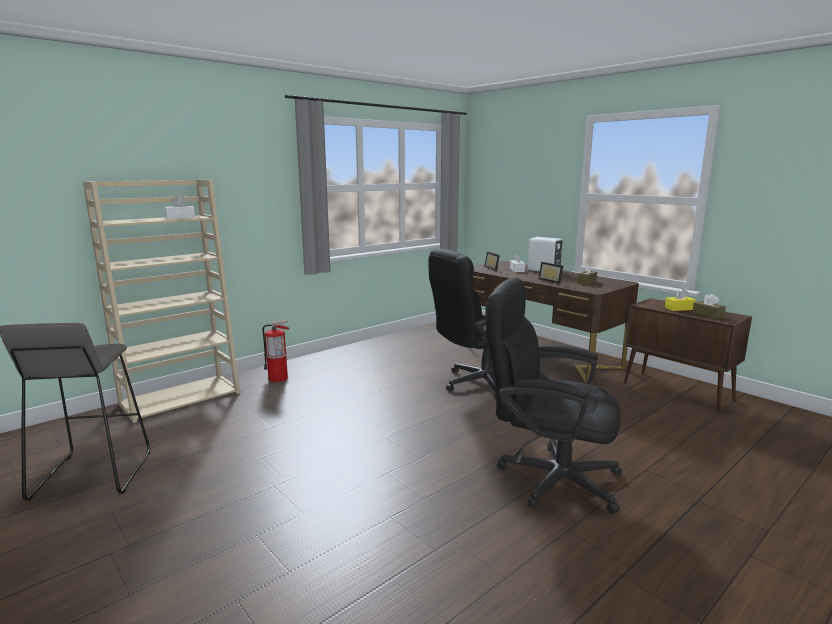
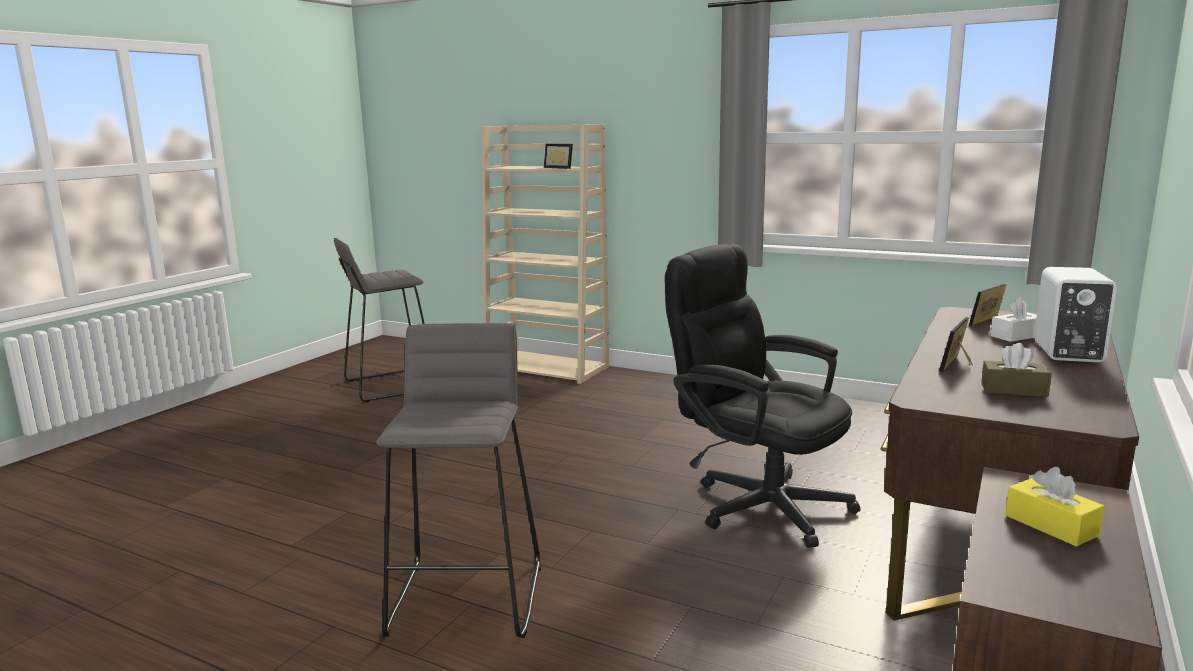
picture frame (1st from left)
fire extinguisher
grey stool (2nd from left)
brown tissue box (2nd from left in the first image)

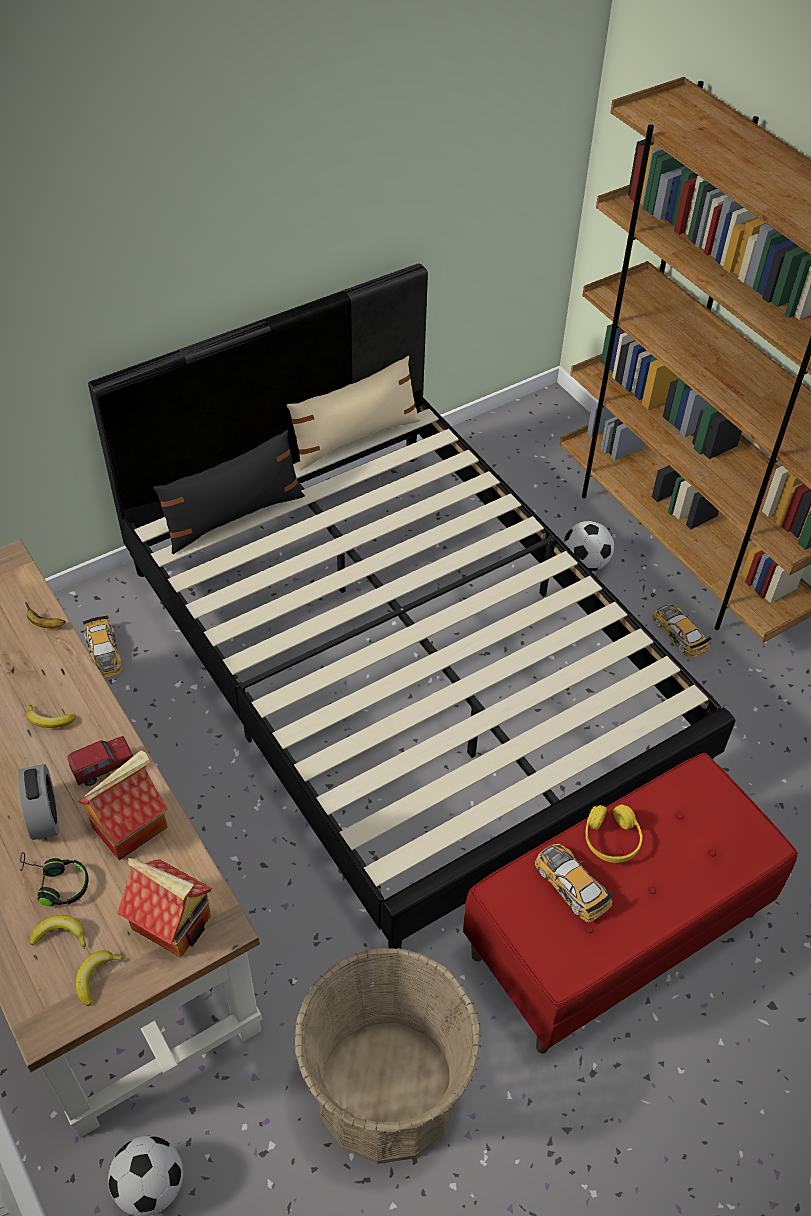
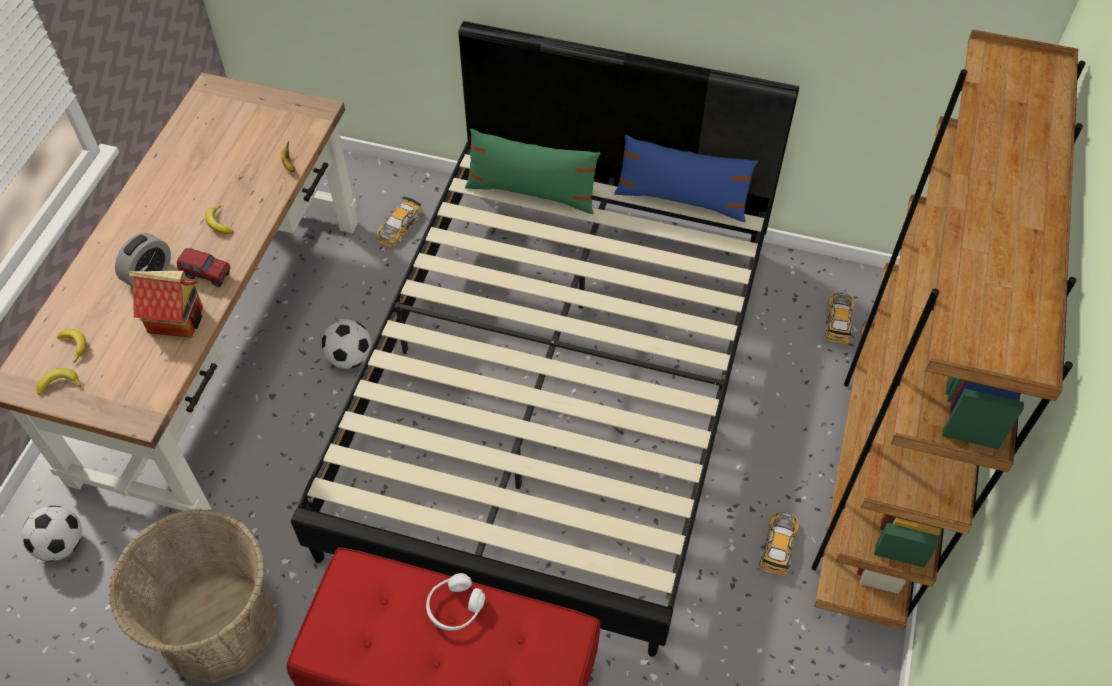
black headphones
toy house (2nd from left in the first image)
green pillow
blue pillow
toy car (3rd from left)
football (2nd from left)
white headphones

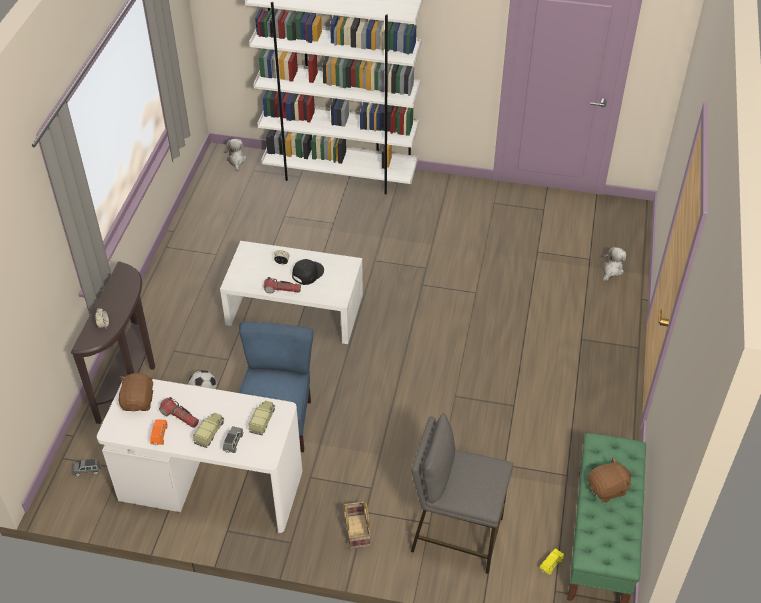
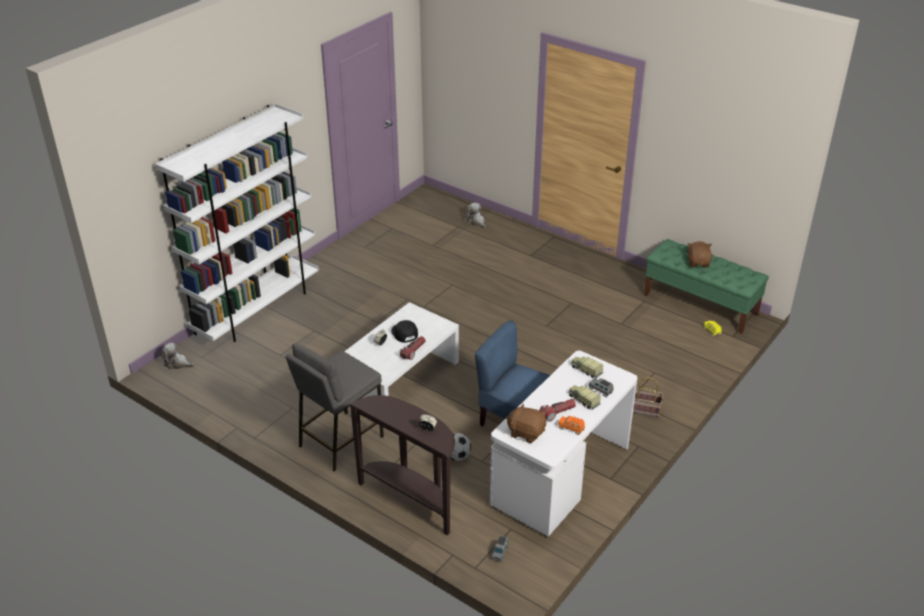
grey stool

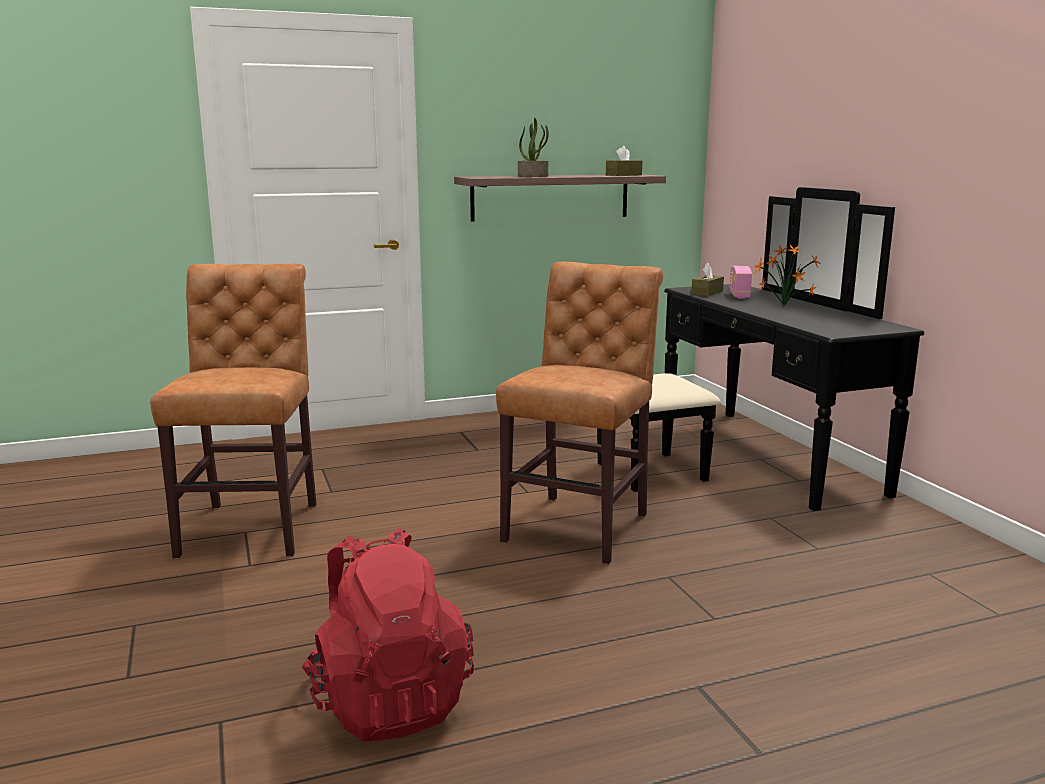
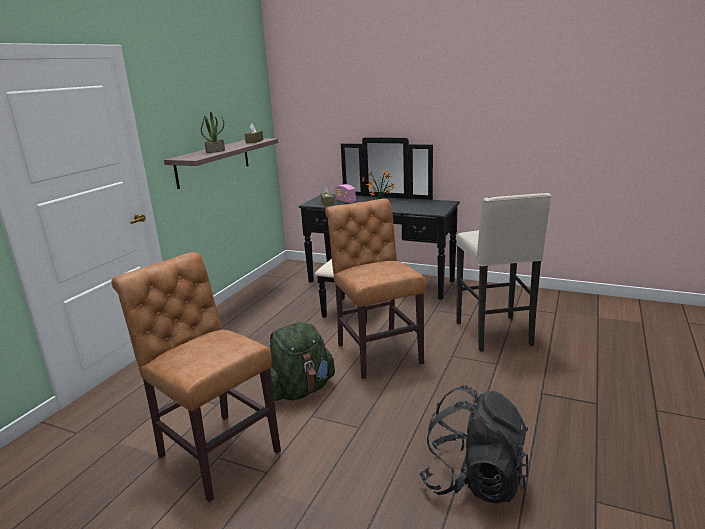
black backpack
green backpack
beige stool

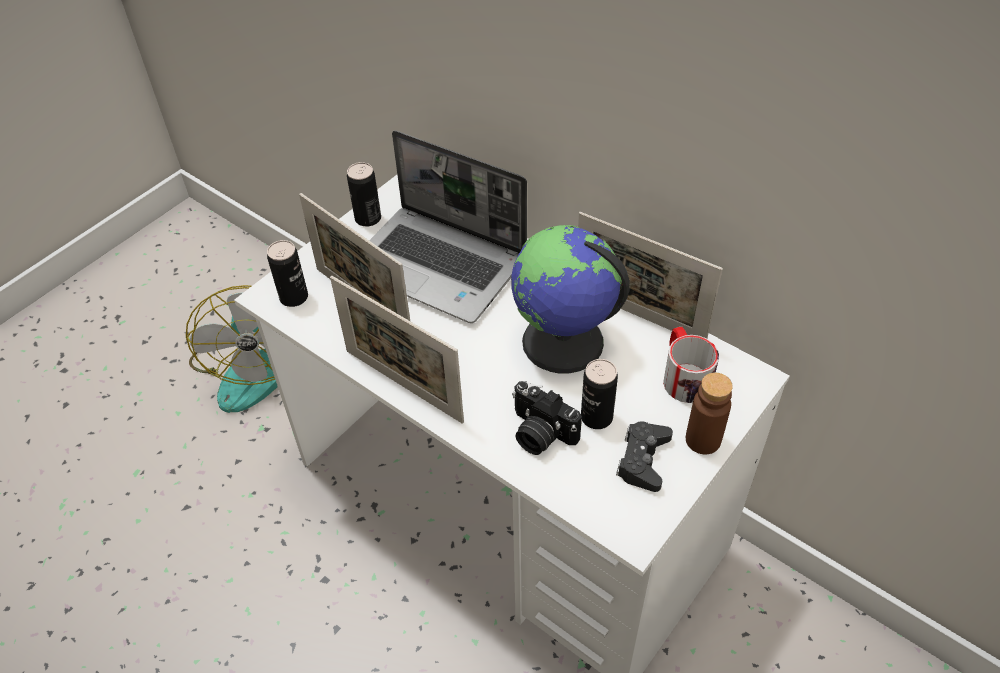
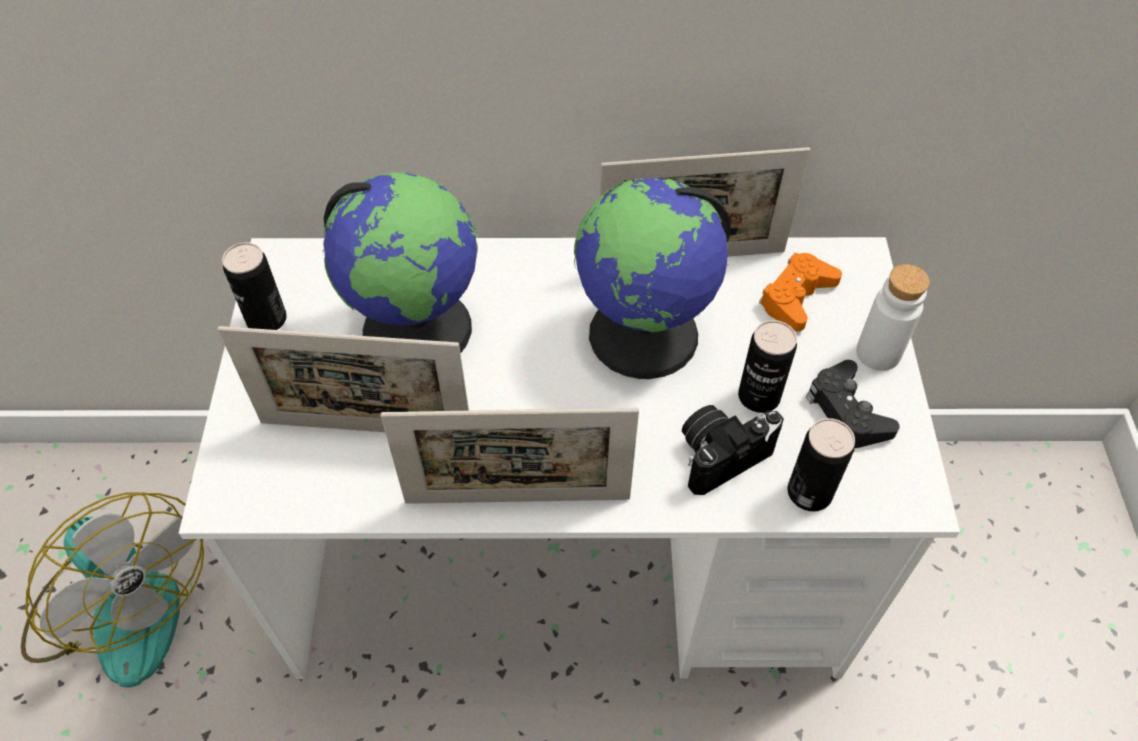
can (3rd from left)
globe (1st from left)
photo camera
orange game controller
white bottle

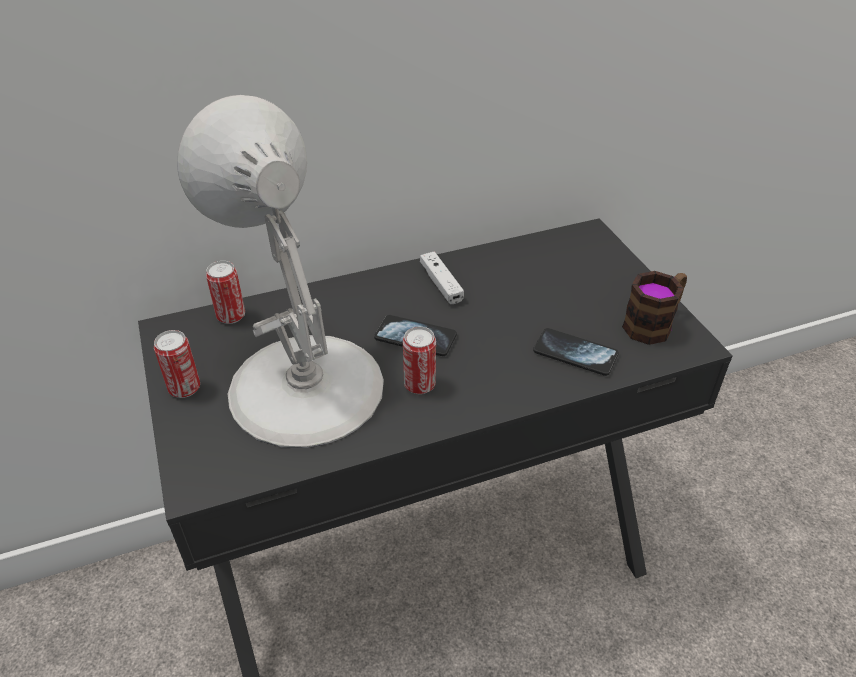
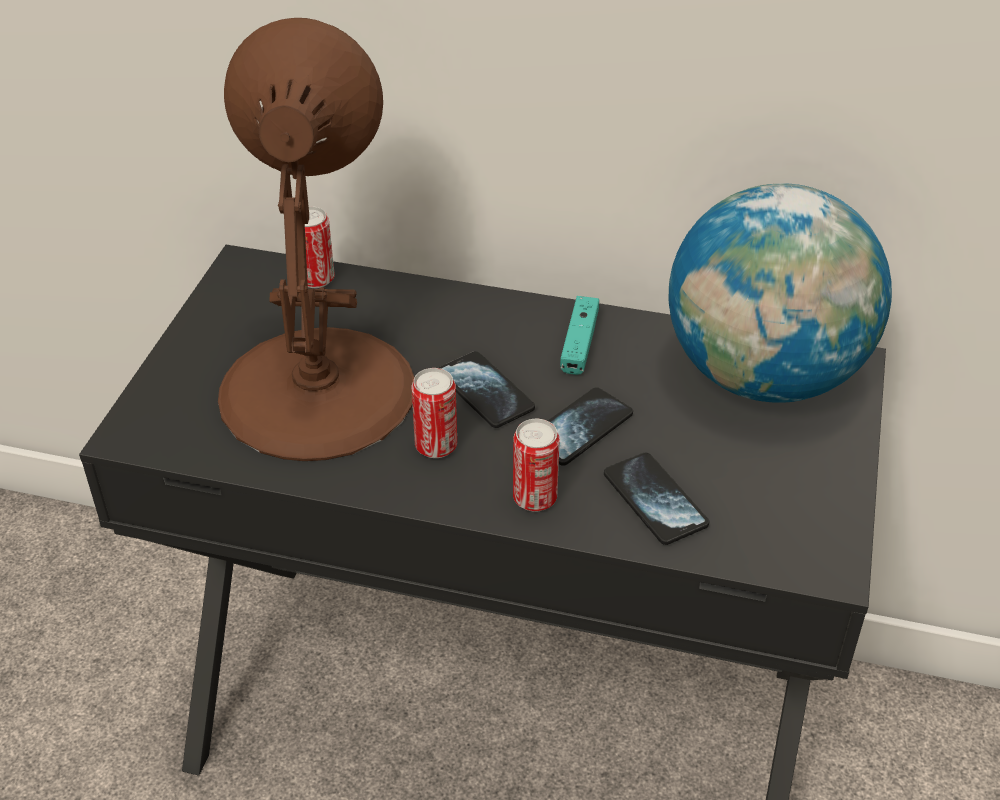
can (3rd from left)
brown table lamp
turquoise game controller
mug
phone (2nd from left)
globe

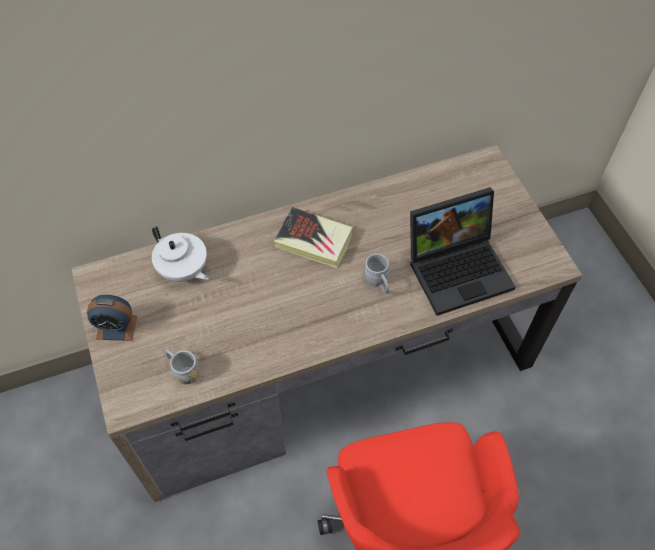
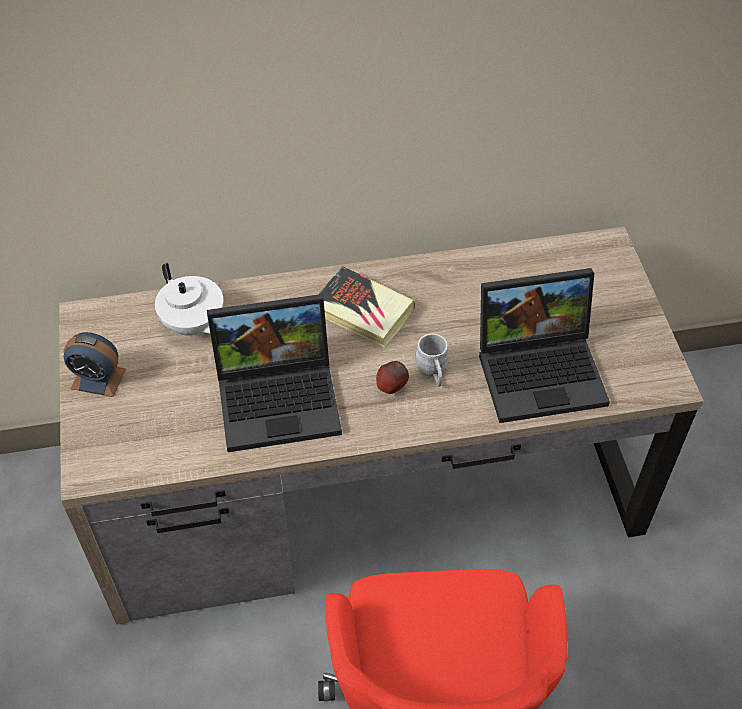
grey mug (1st from left in the first image)
laptop (1st from left)
apple

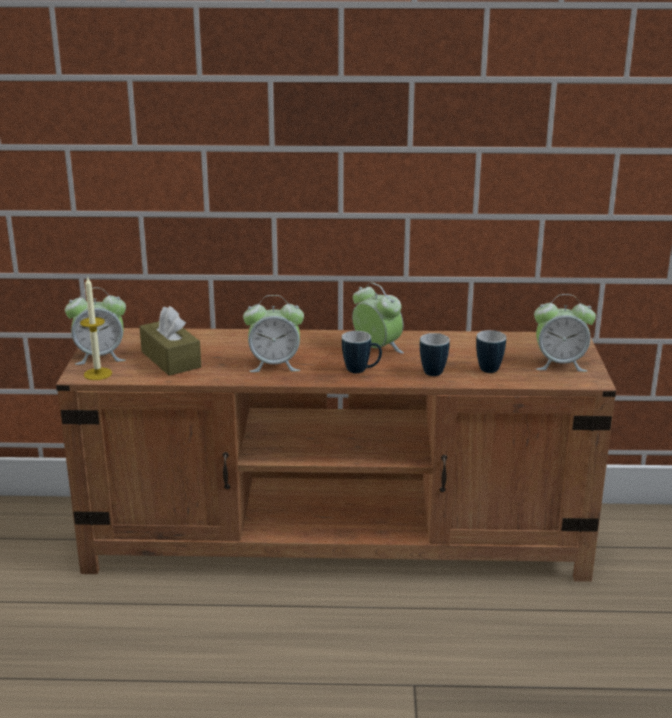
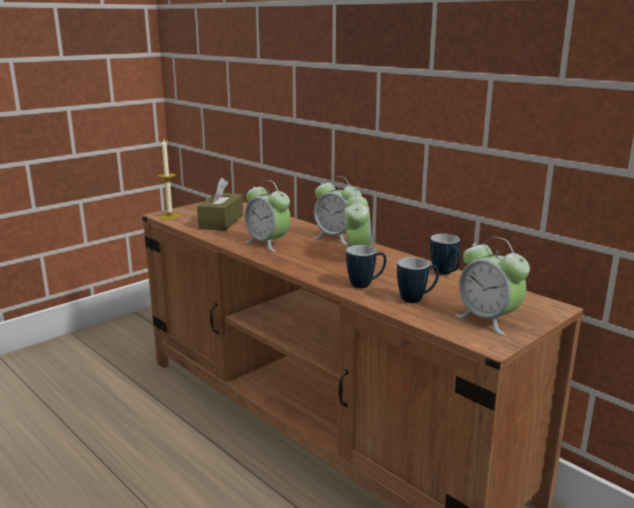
alarm clock (2nd from left)
mug (3rd from left)

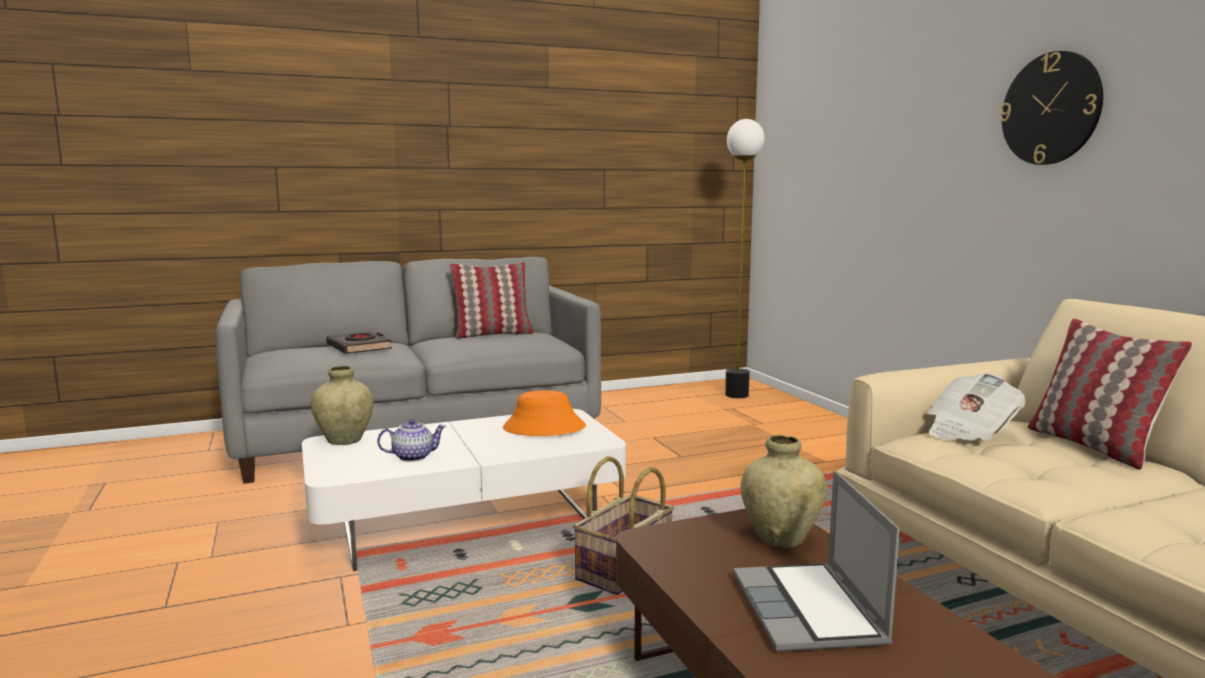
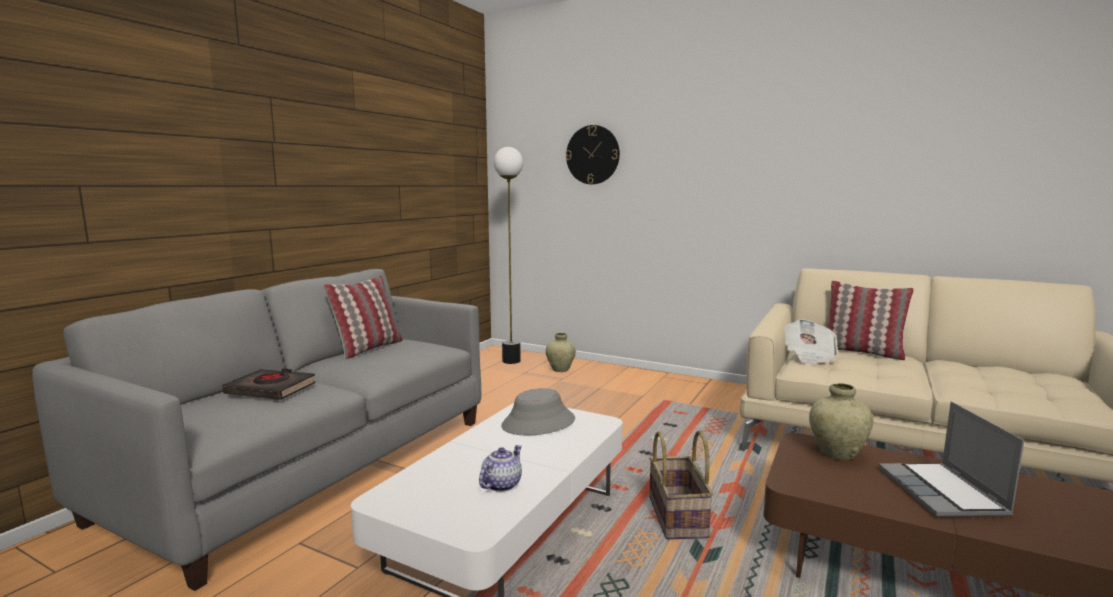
beige vase (1st from left)
grey hat
laptop
wall clock

